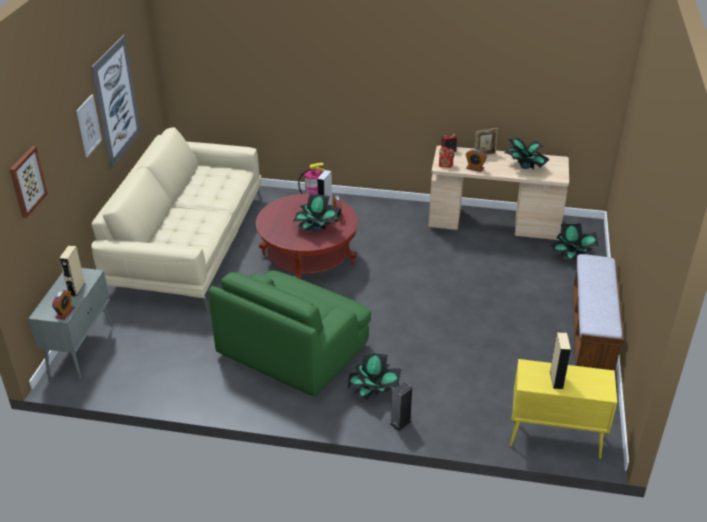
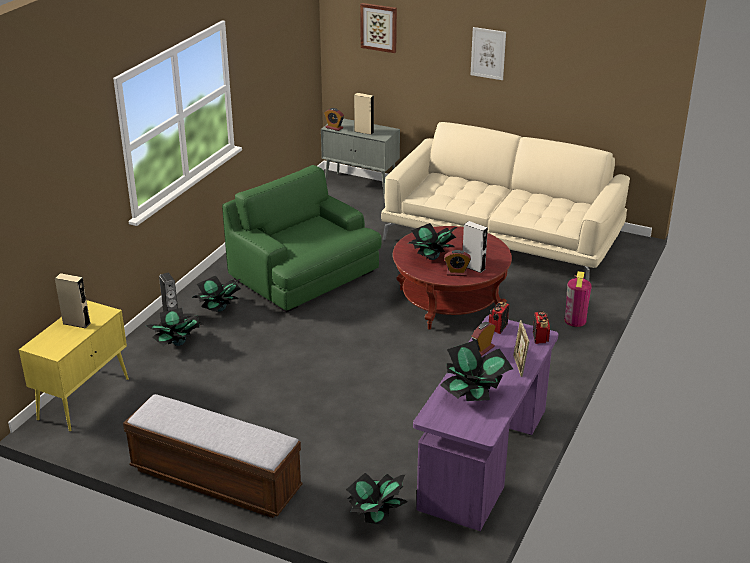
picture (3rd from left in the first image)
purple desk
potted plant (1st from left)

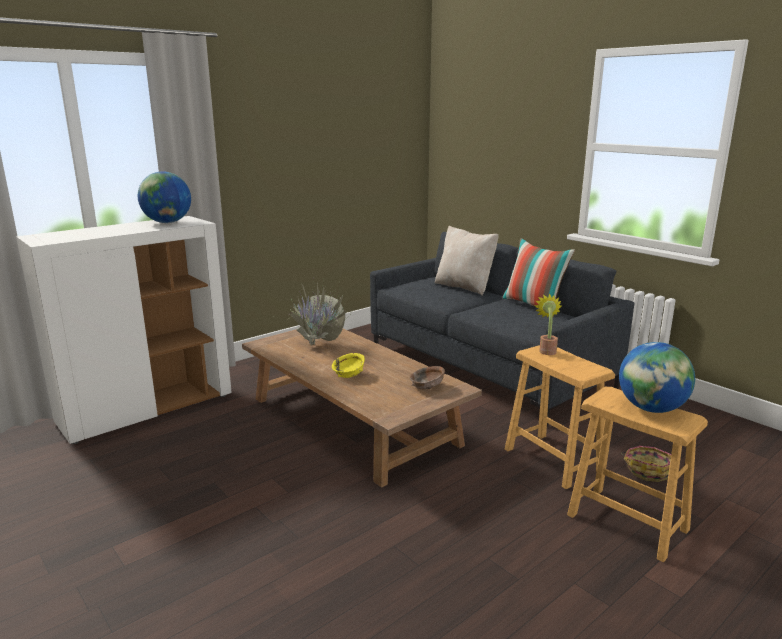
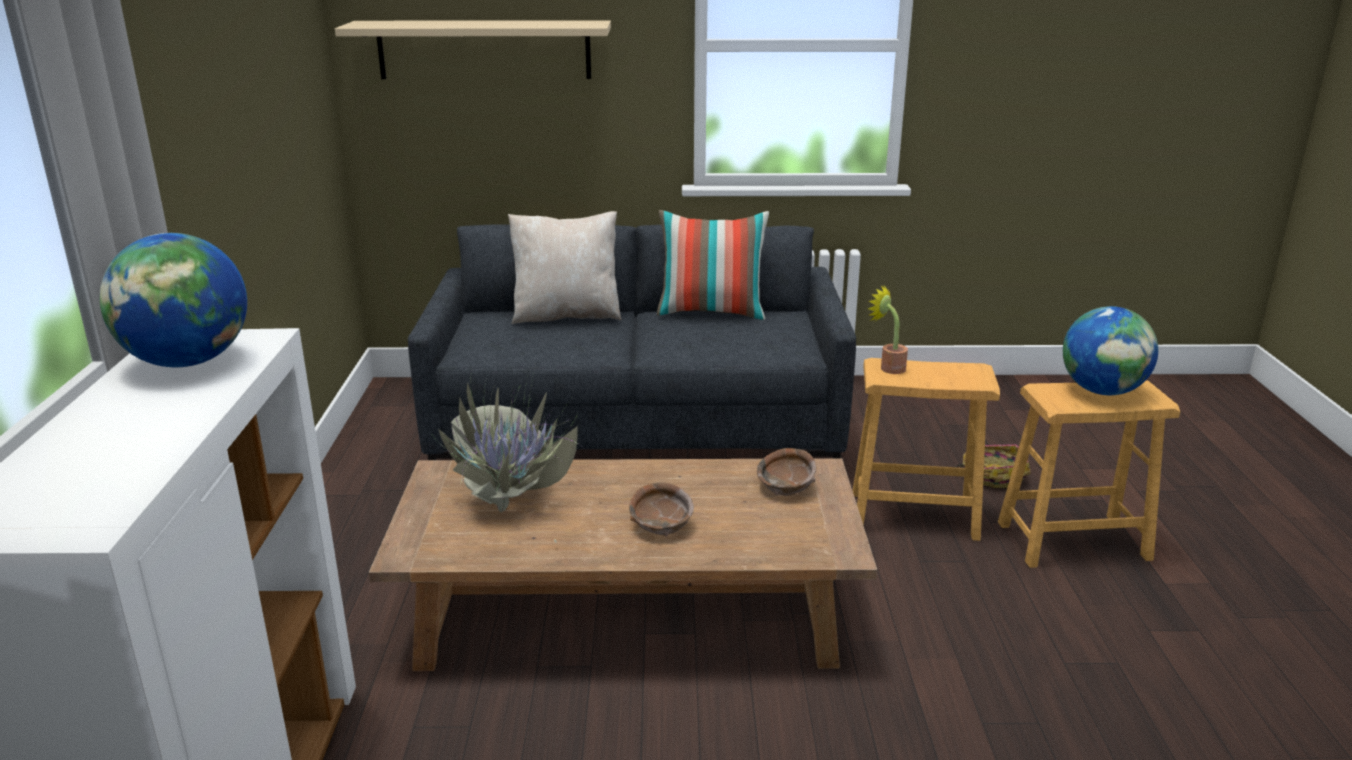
brown bowl (1st from left)
beige shelf

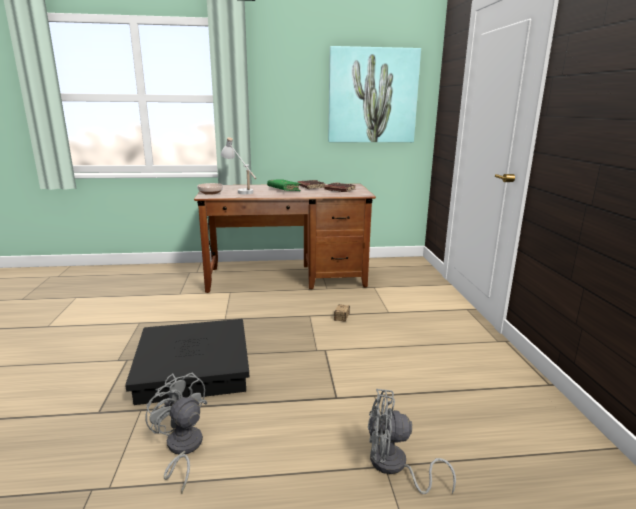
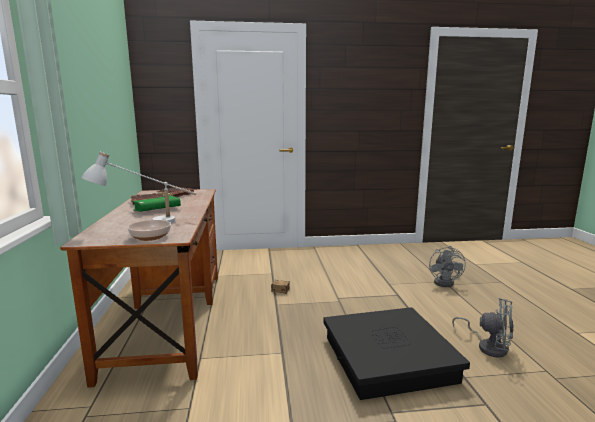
grey fan (2nd from left)
picture

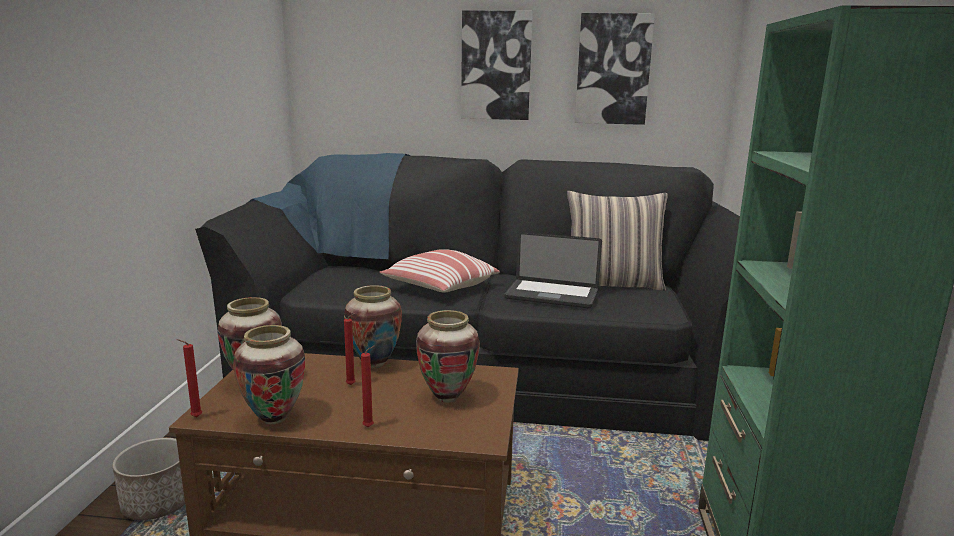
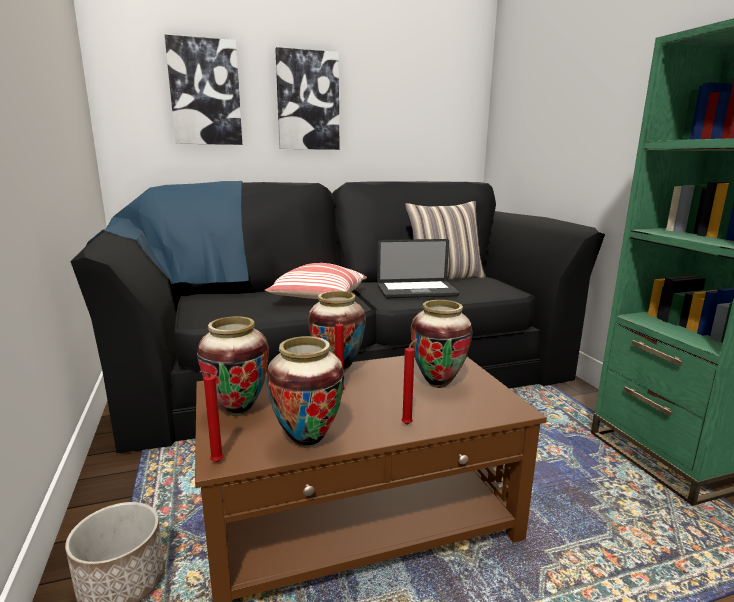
picture (1st from left)

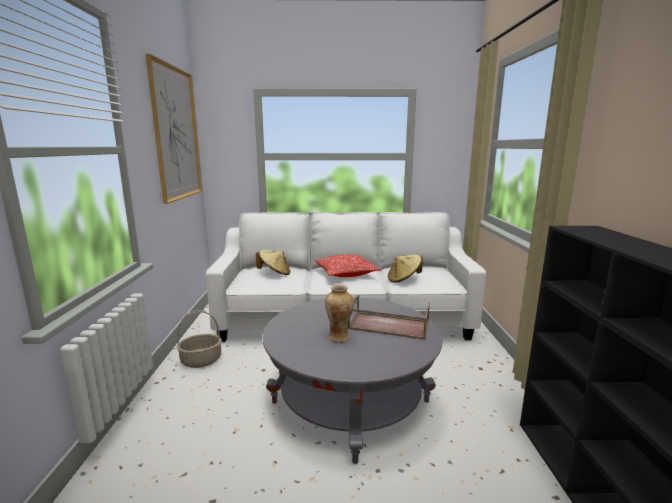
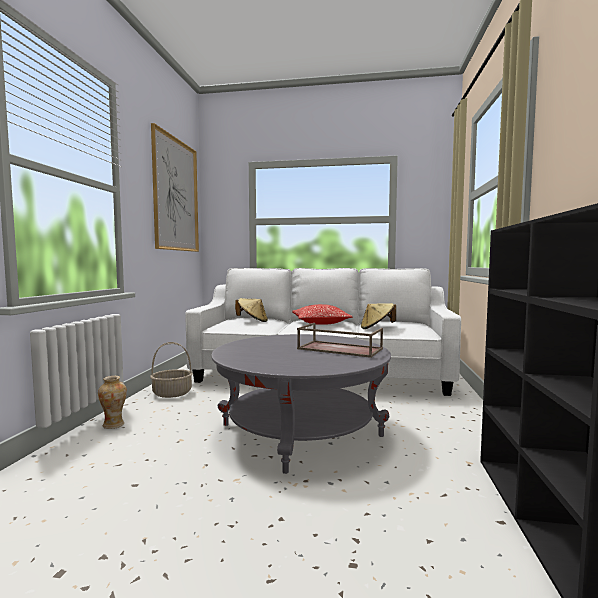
vase

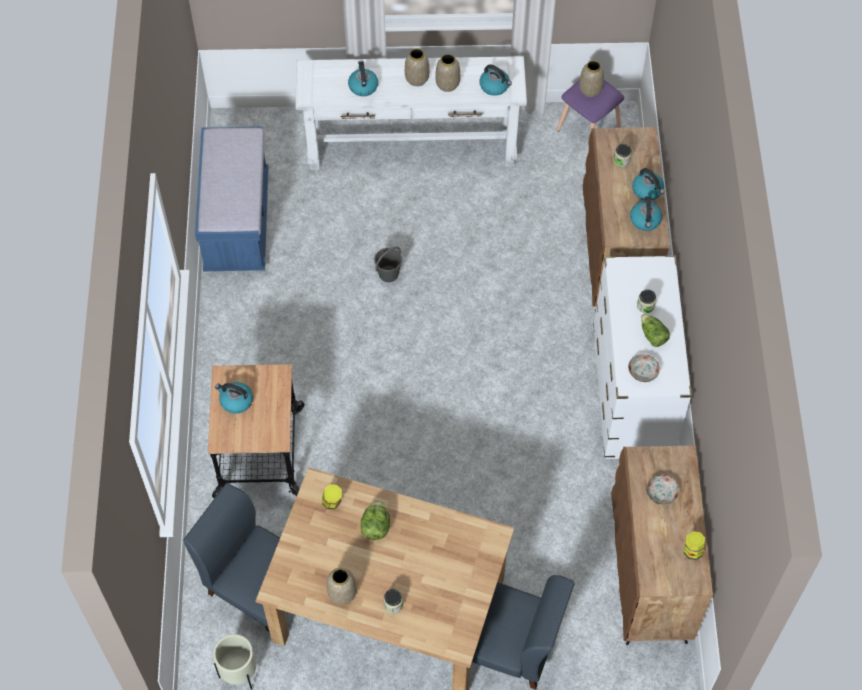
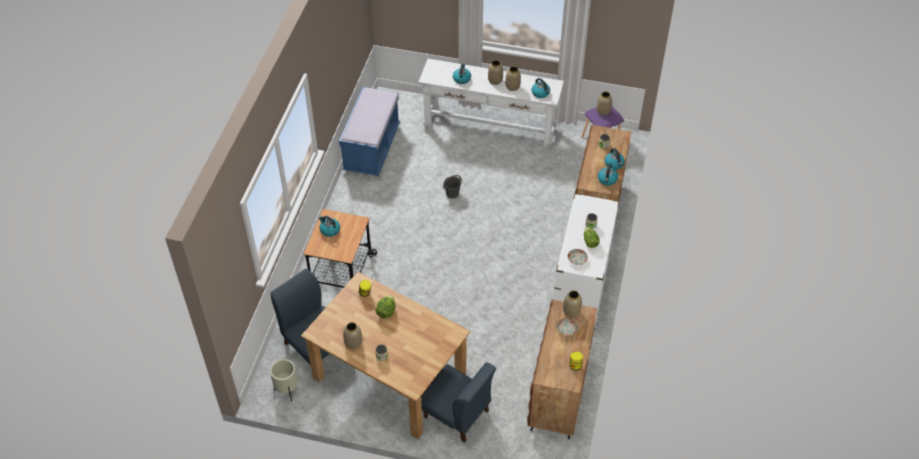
vase (4th from left)

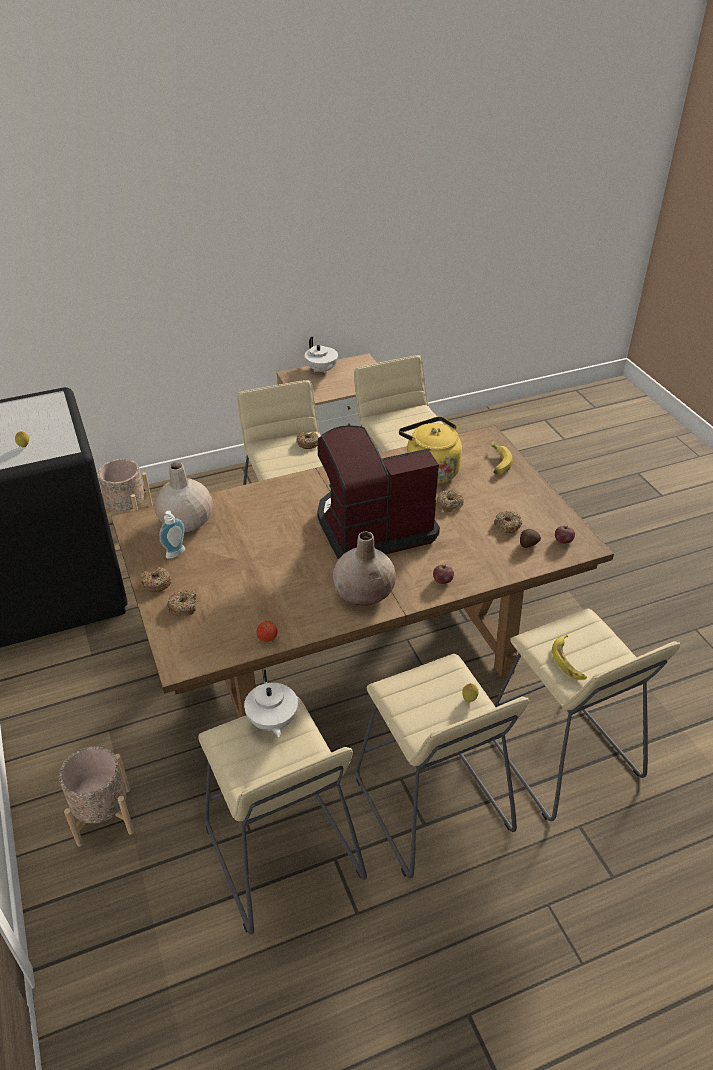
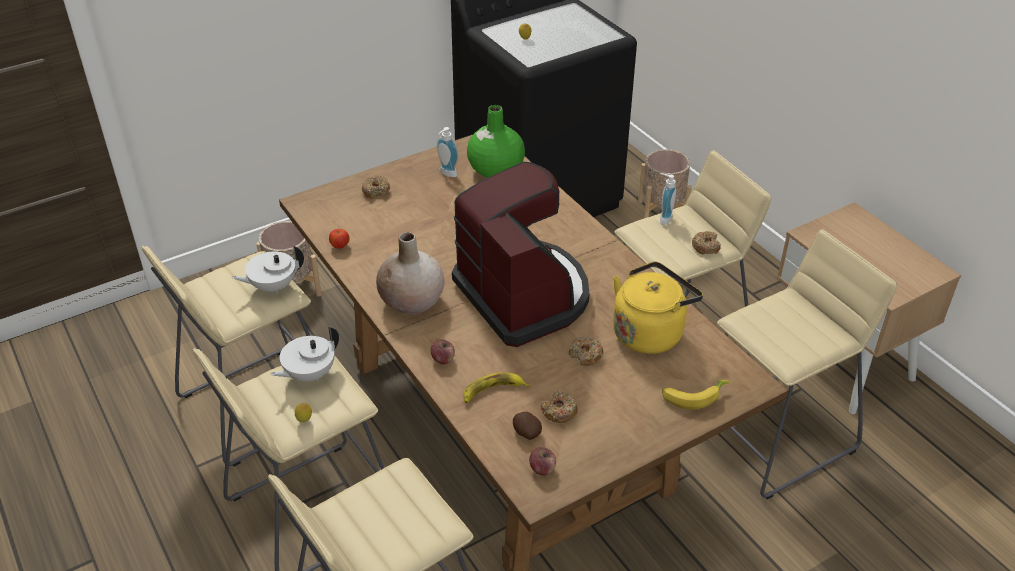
donut (1st from left in the first image)
green vase
white teapot (2nd from left)
banana (1st from left)
soap dispenser (2nd from left)

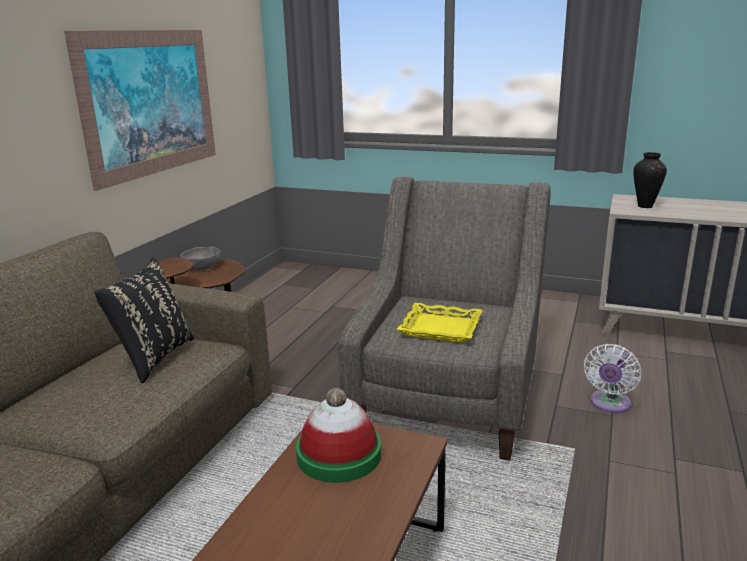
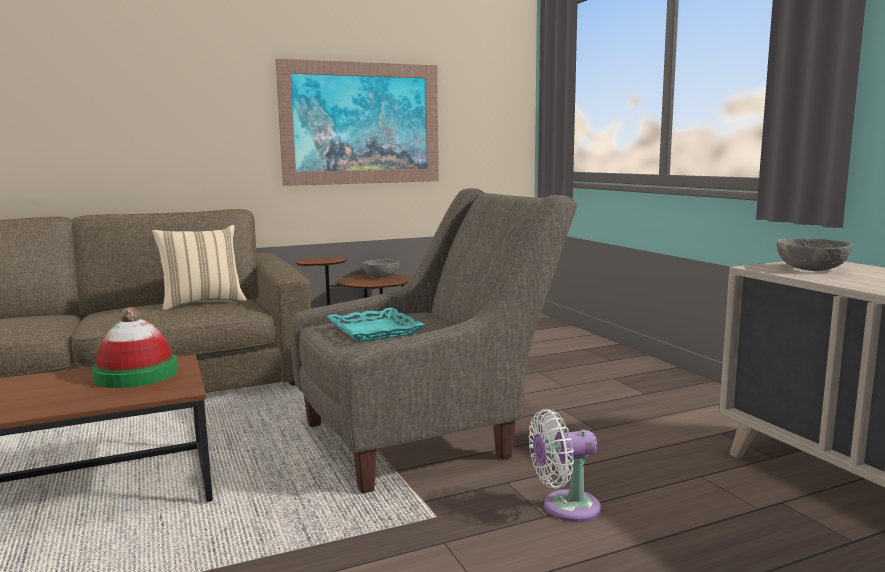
beige pillow
turquoise tray
grey bowl (2nd from left)

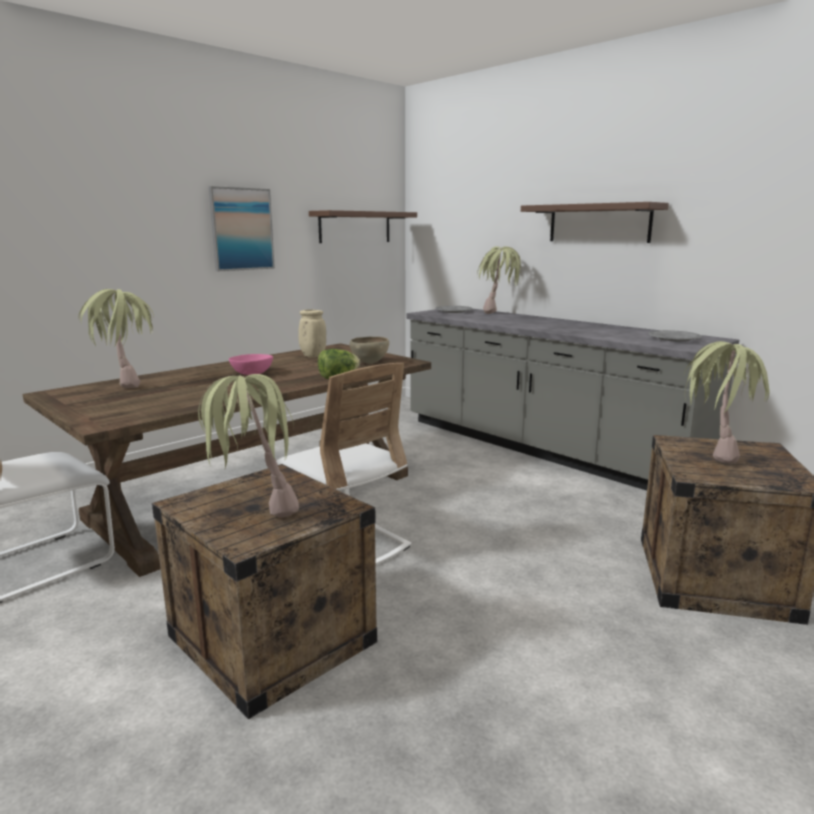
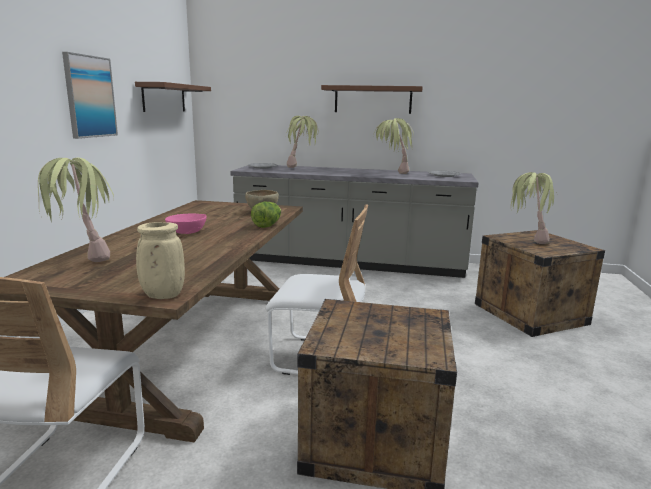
potted plant (3rd from left)
beige vase

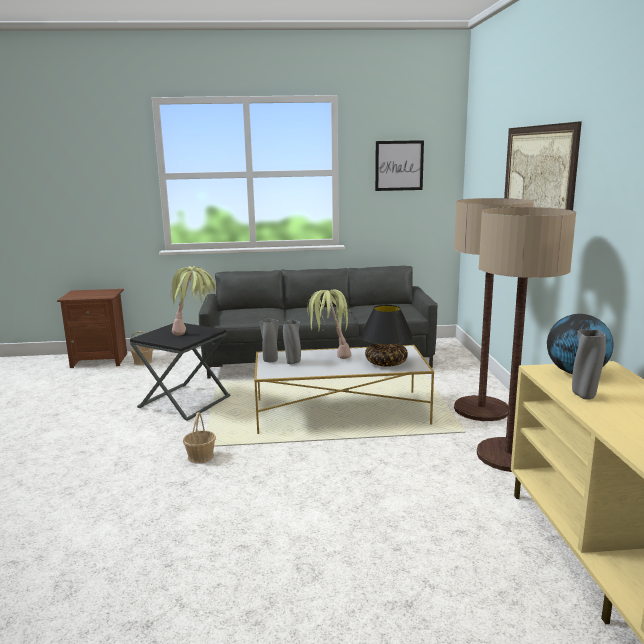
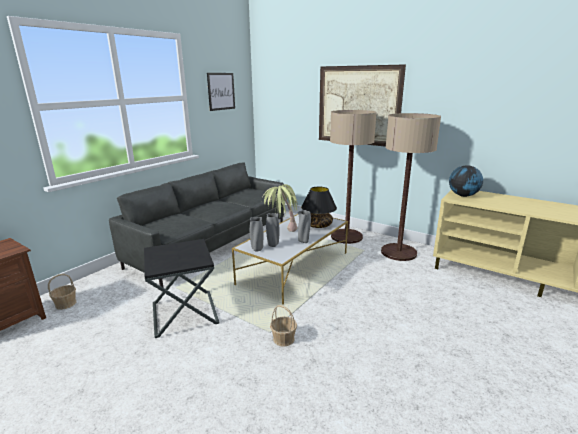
potted plant (1st from left in the first image)
grey vase (3rd from left)

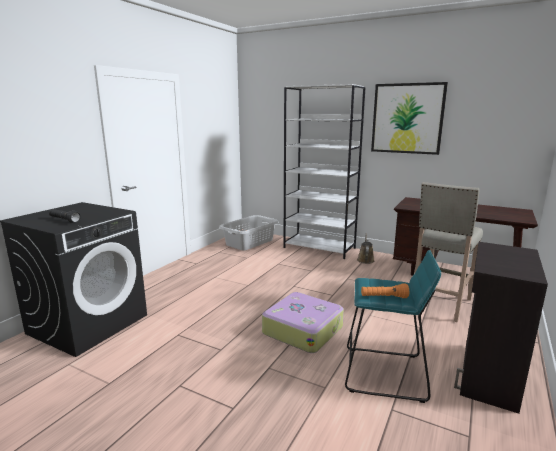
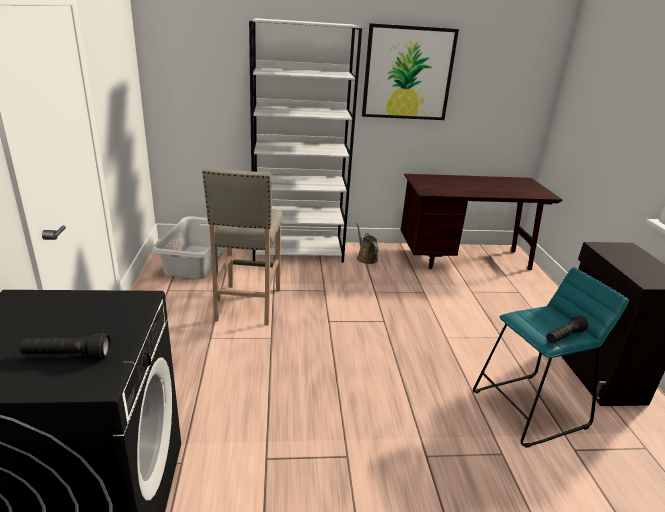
suitcase
black flashlight (2nd from left)
beige stool

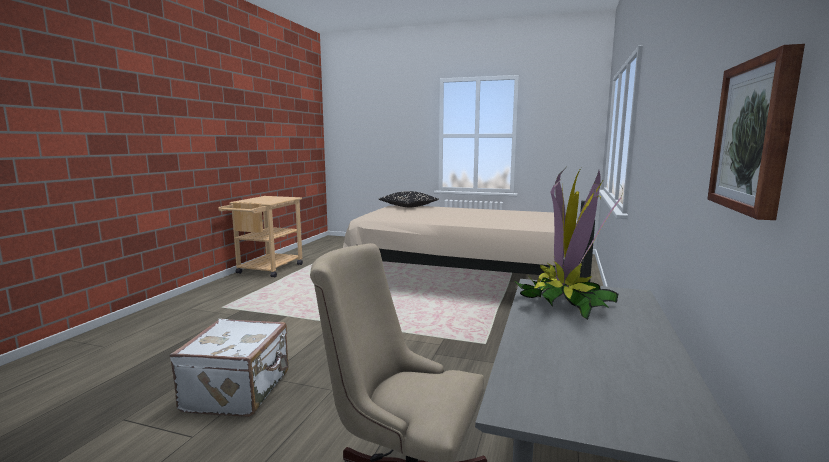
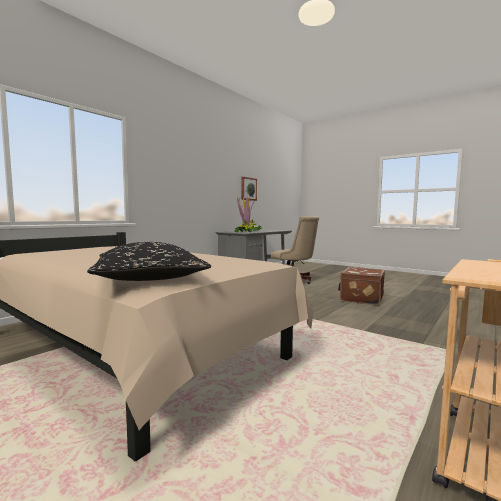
brown suitcase

